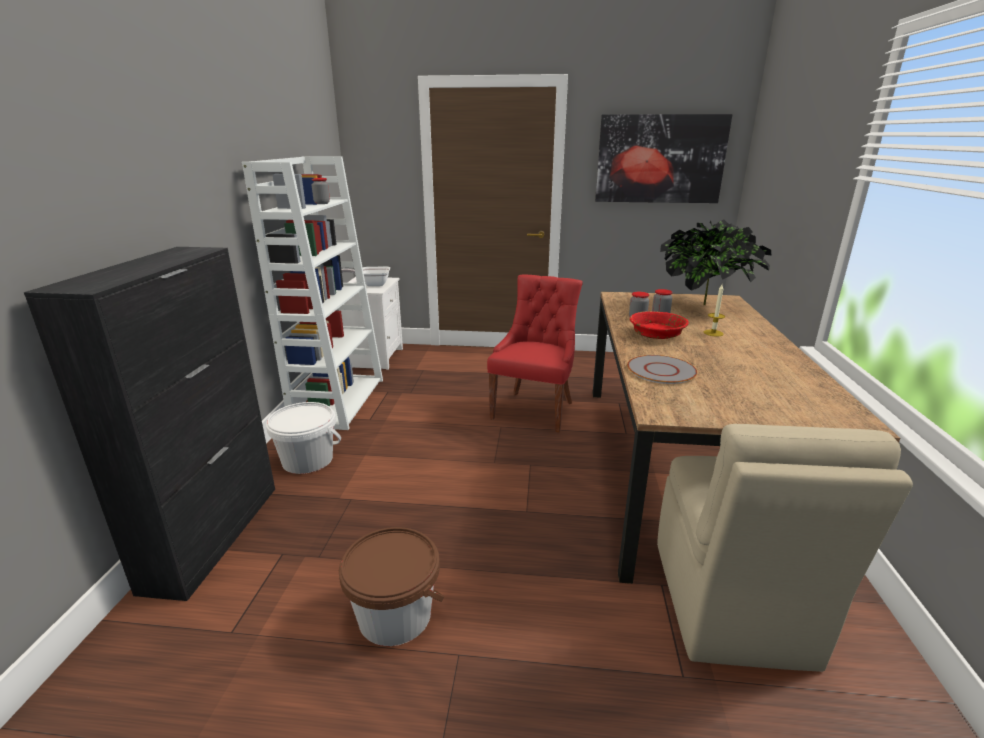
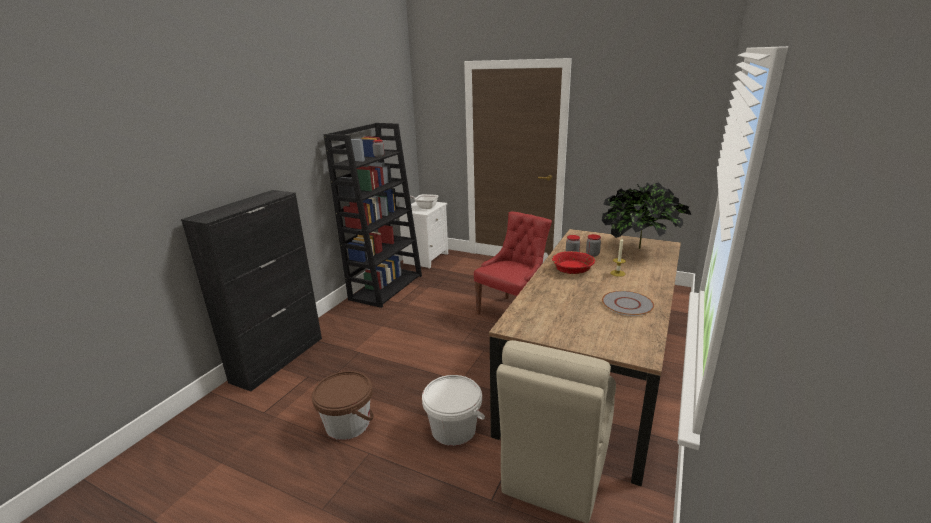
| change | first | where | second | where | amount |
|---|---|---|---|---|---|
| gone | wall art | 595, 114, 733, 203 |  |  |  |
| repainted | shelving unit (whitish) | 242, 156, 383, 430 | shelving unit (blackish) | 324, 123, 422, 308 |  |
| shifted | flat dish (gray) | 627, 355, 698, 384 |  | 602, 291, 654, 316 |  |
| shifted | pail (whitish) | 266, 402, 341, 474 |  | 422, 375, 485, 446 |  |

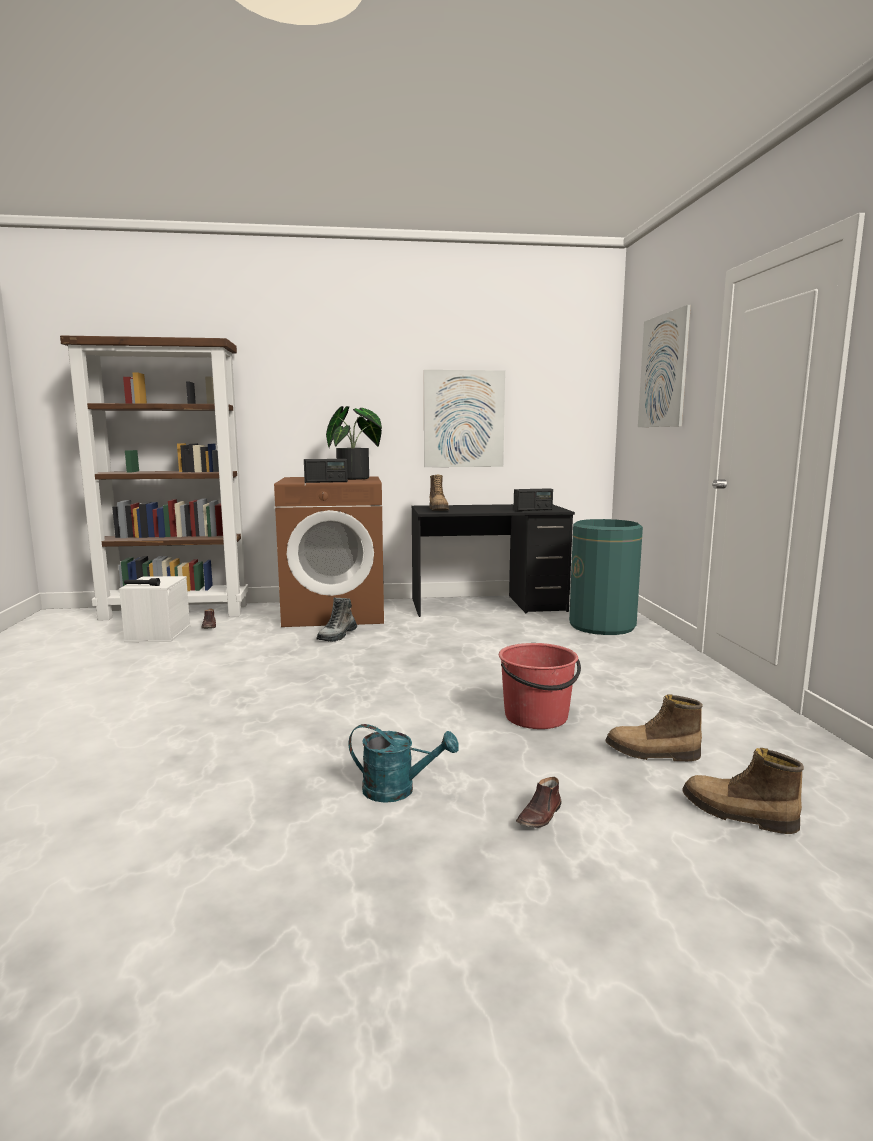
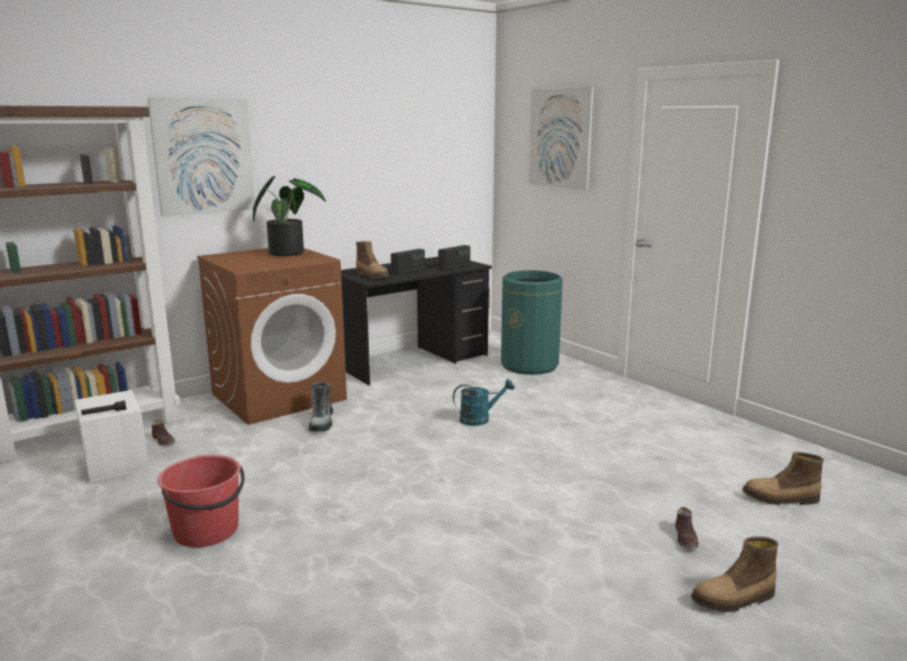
| change | first | where | second | where | amount |
|---|---|---|---|---|---|
| shifted | wall art | 424, 370, 505, 467 |  | 148, 97, 255, 217 |  |
| shifted | radio | 304, 459, 348, 483 |  | 391, 249, 425, 275 |  |
| shifted | pail (red) | 499, 643, 581, 729 |  | 157, 455, 245, 547 |  |
| shifted | tall boot | 605, 694, 703, 761 |  | 691, 536, 779, 612 |  |
| shifted | watering can (blue-green) | 349, 724, 459, 803 |  | 453, 379, 515, 426 |  |

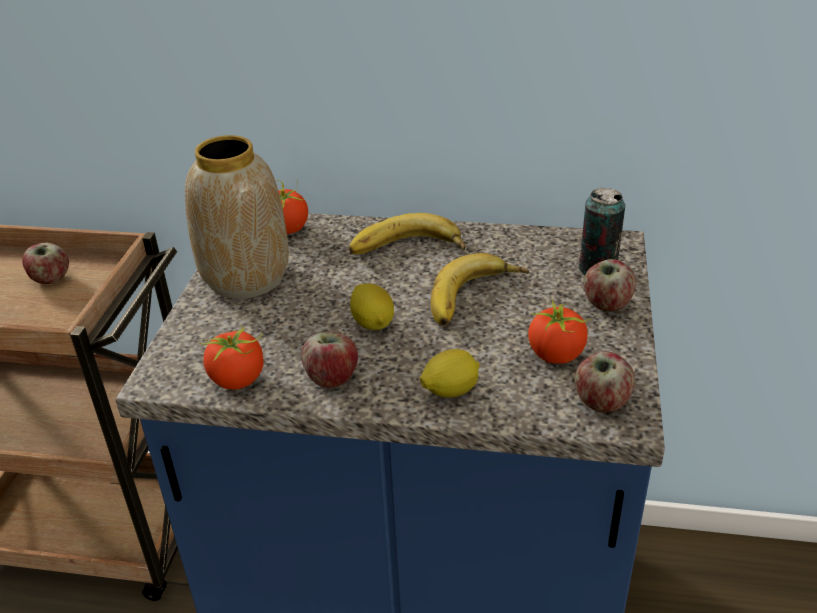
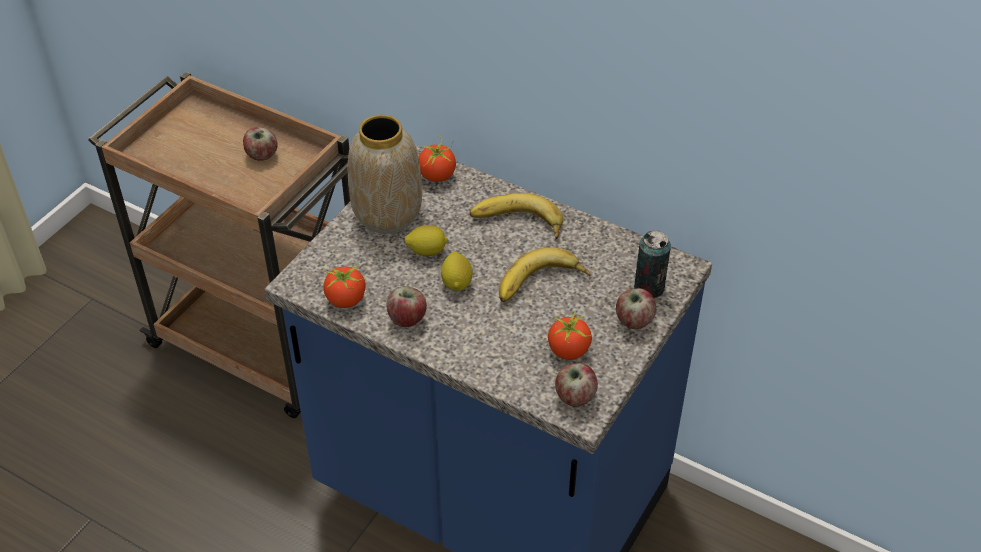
| change | first | where | second | where | amount |
|---|---|---|---|---|---|
| shifted | whole lemon | 420, 349, 480, 398 |  | 405, 225, 448, 256 |  |

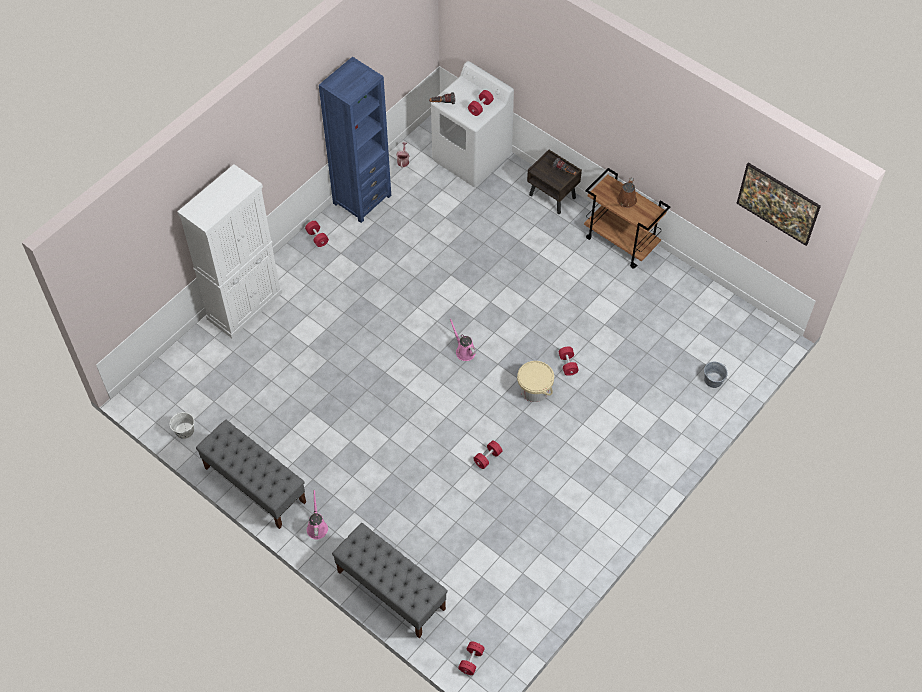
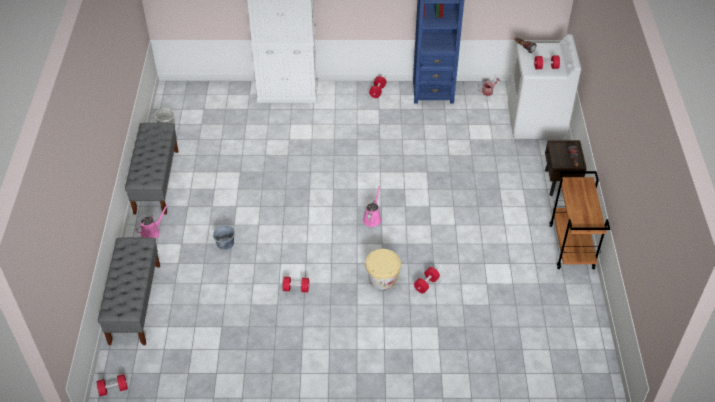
| change | first | where | second | where | amount |
|---|---|---|---|---|---|
| gone | wall art | 736, 163, 821, 246 |  |  |  |
| gone | watering can (brownish) | 617, 177, 637, 208 |  |  |  |
| shifted | pail (gray) | 704, 361, 728, 388 |  | 213, 225, 235, 250 |  |

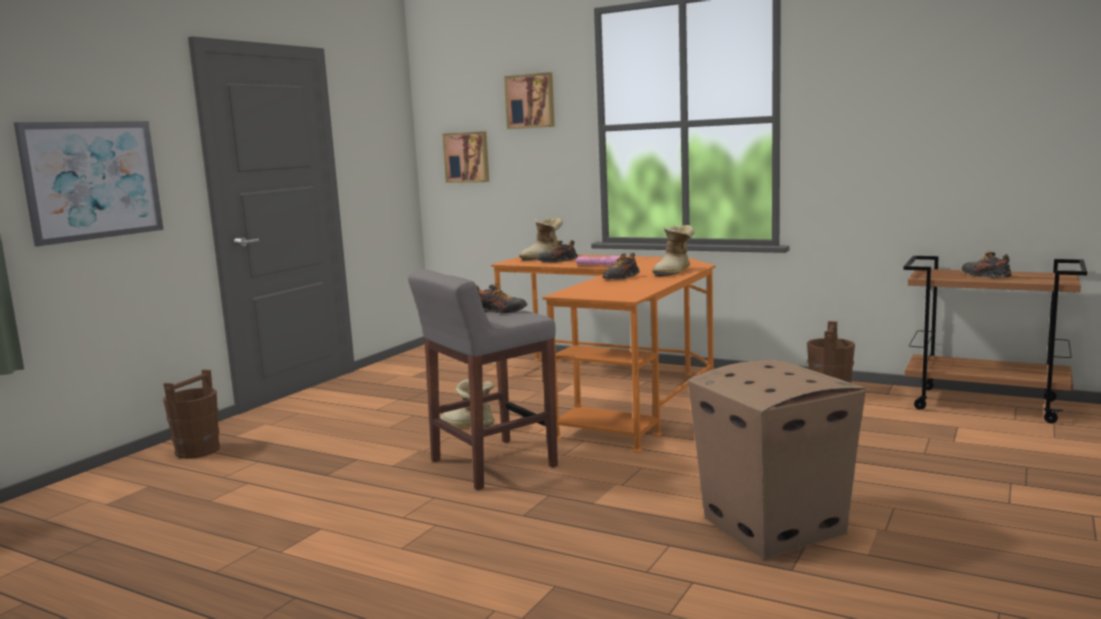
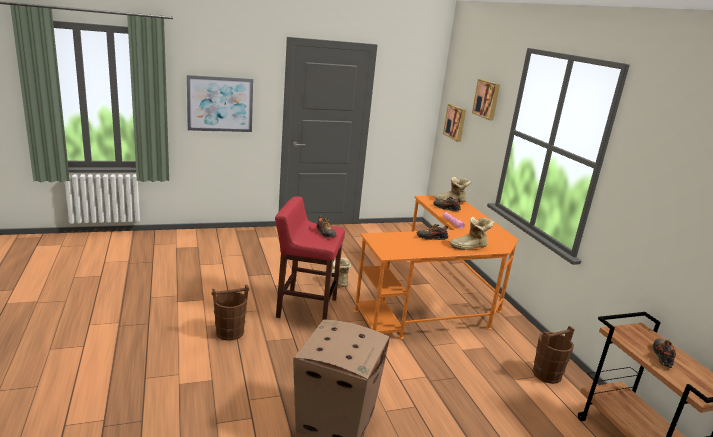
| change | first | where | second | where | amount |
|---|---|---|---|---|---|
| repainted | stool (gray) | 408, 269, 558, 490 | stool (red) | 275, 196, 345, 320 |  |
| shifted | pail (brownish) | 163, 369, 220, 459 |  | 212, 284, 249, 341 |  |

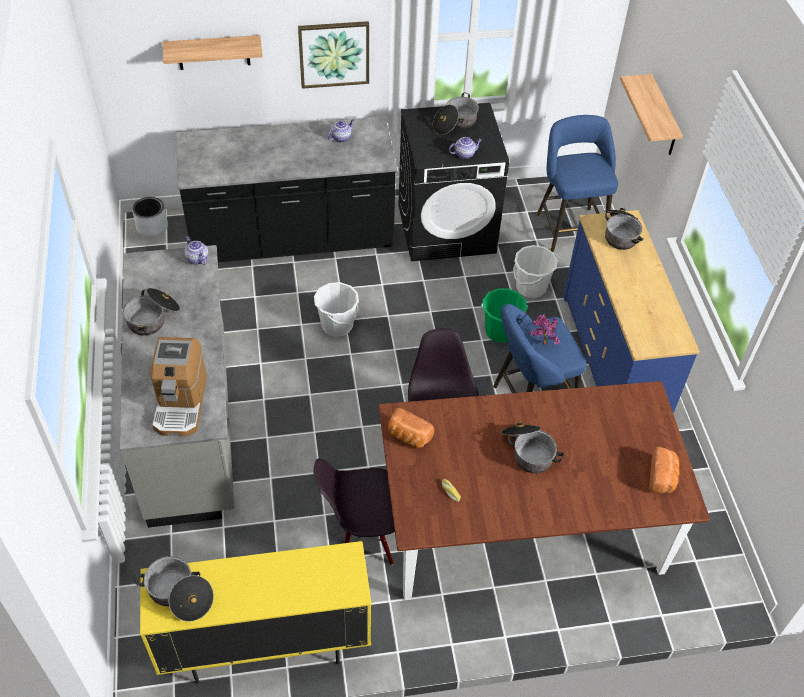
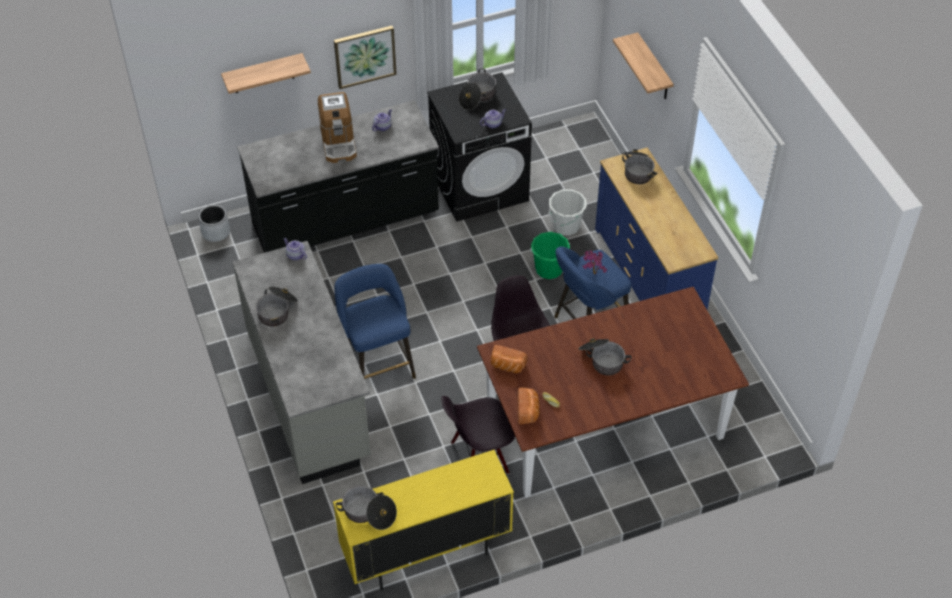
| change | first | where | second | where | amount |
|---|---|---|---|---|---|
| shifted | stool (blue) | 537, 115, 618, 252 |  | 334, 264, 416, 379 |  |
| gone | pail (whitish) | 314, 282, 359, 337 |  |  |  |
| shifted | coffee maker | 150, 337, 207, 436 |  | 318, 92, 357, 163 |  |
| shifted | bread | 649, 447, 679, 493 |  | 518, 387, 539, 425 |  |

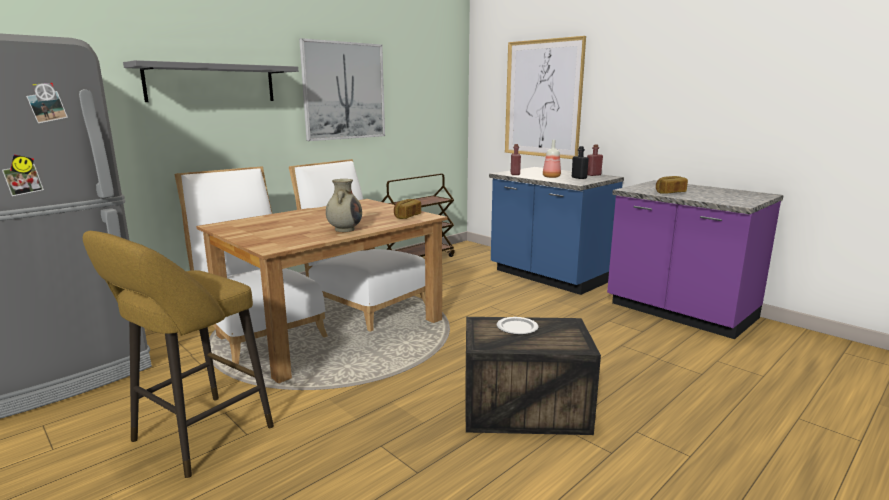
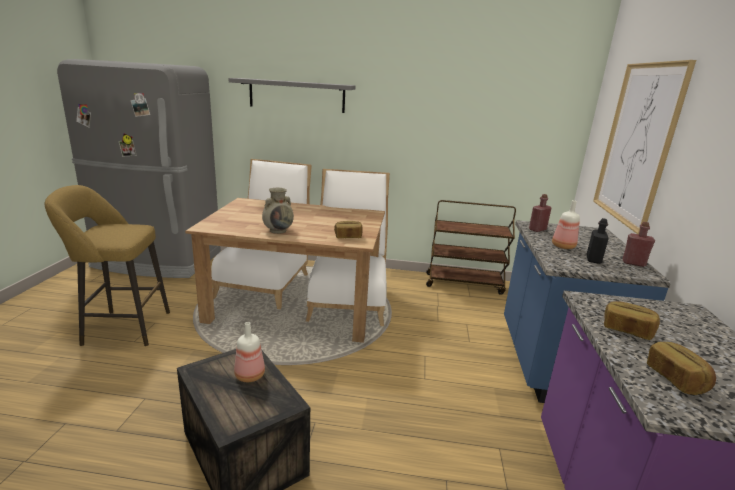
| change | first | where | second | where | amount |
|---|---|---|---|---|---|
| gone | wall art | 299, 38, 385, 141 |  |  |  |
| swapped | flat dish | 497, 317, 539, 335 | bottle | 234, 322, 265, 382 |  |
| new |  |  | bread | 647, 342, 716, 395 |  |

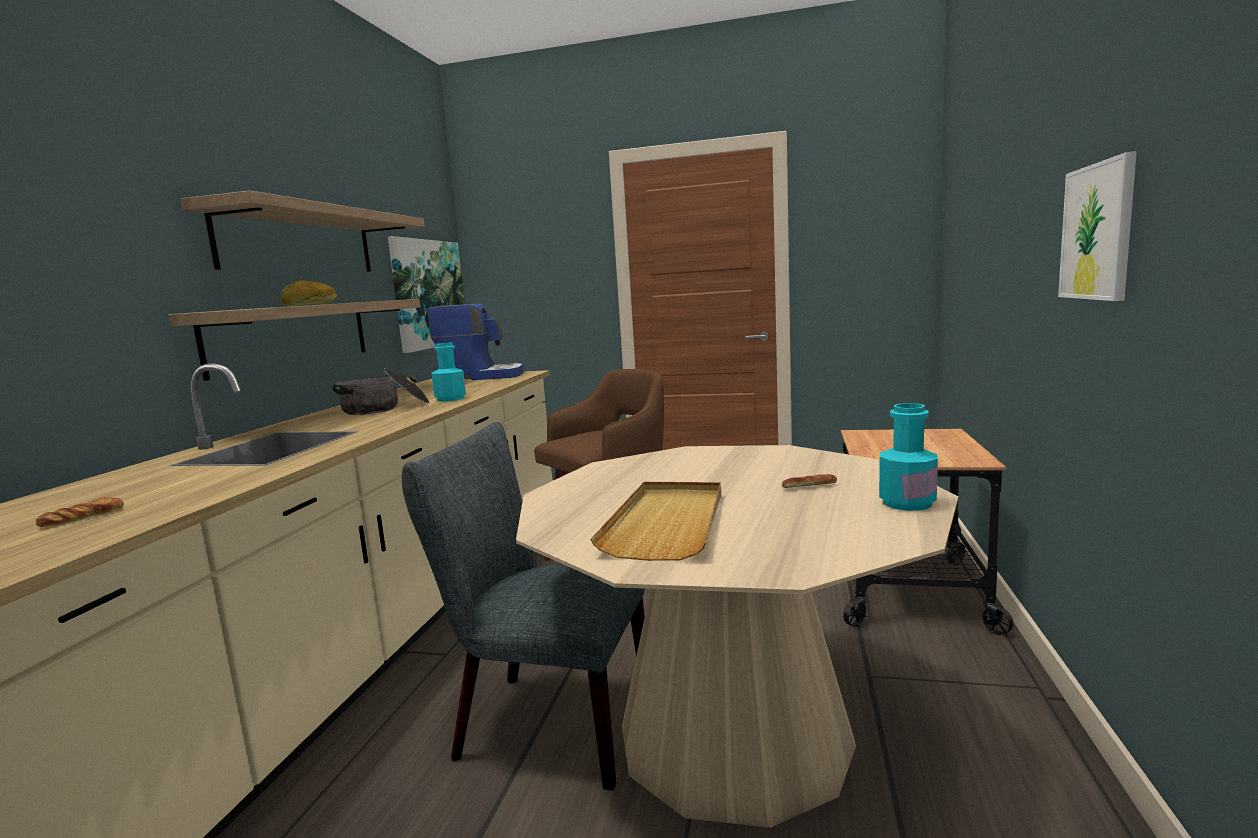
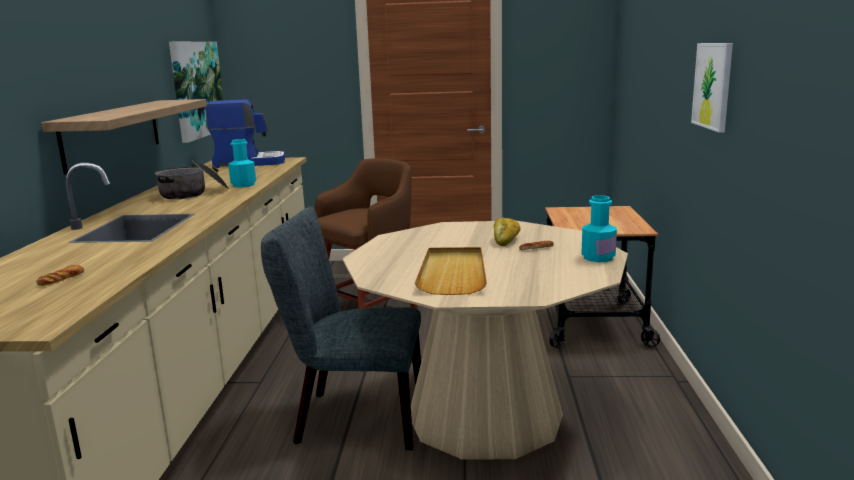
| change | first | where | second | where | amount |
|---|---|---|---|---|---|
| gone | wall shelf | 181, 190, 425, 272 |  |  |  |
| shifted | bread | 280, 280, 337, 306 |  | 494, 217, 521, 246 |  |

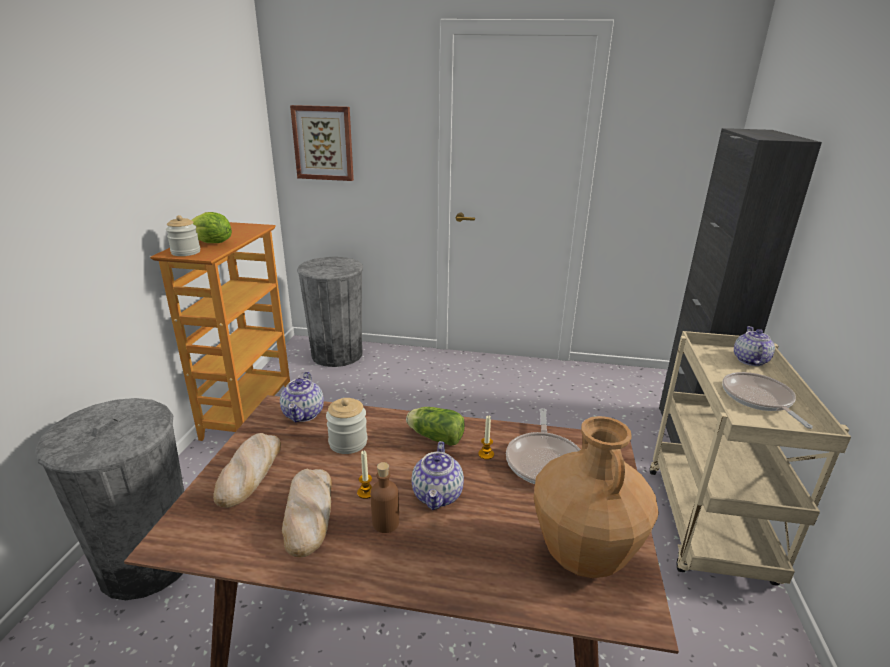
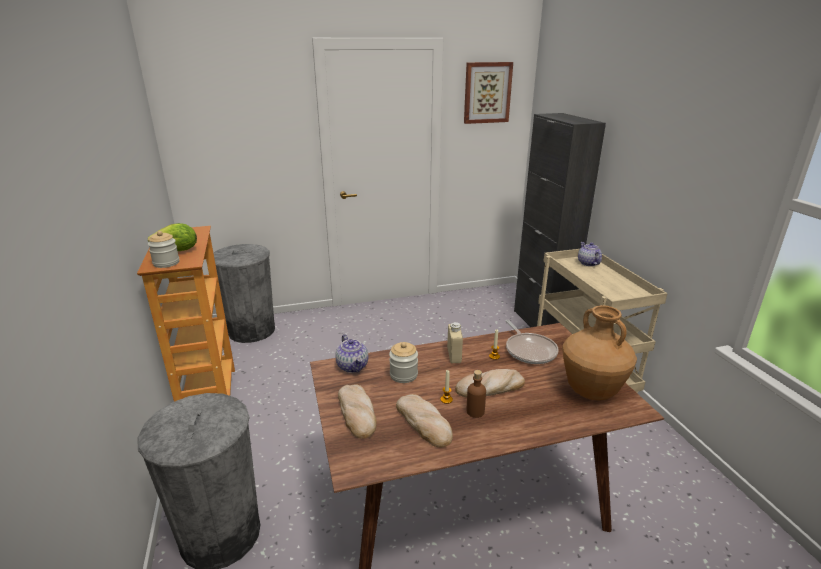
| change | first | where | second | where | amount |
|---|---|---|---|---|---|
| shifted | wall art | 290, 105, 354, 181 |  | 464, 62, 513, 124 |  |
| gone | frying pan | 722, 372, 813, 429 |  |  |  |
| swapped | head of lettuce | 406, 407, 465, 446 | bottle (beige-coloured) | 447, 322, 463, 363 |  |
| swapped | pot for tea | 412, 441, 464, 510 | bread | 455, 369, 525, 397 |  |

